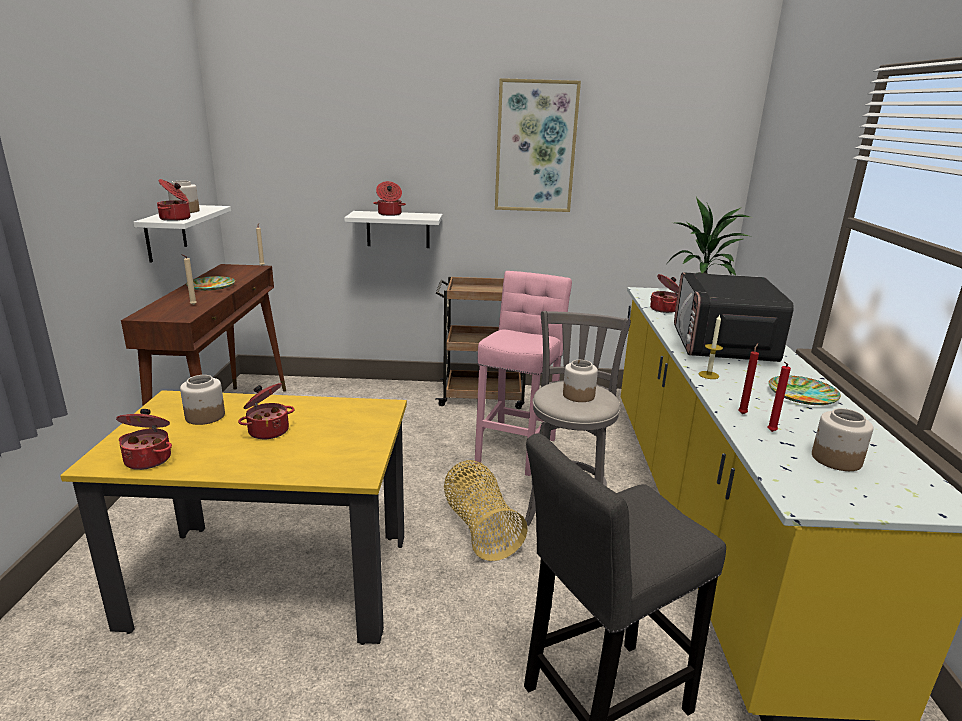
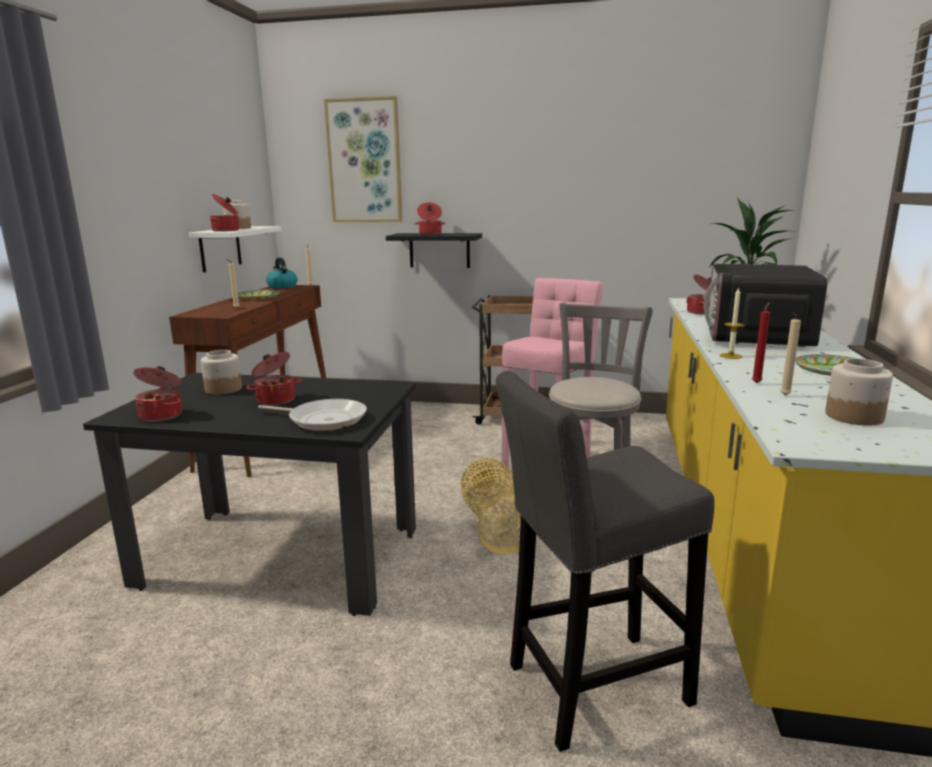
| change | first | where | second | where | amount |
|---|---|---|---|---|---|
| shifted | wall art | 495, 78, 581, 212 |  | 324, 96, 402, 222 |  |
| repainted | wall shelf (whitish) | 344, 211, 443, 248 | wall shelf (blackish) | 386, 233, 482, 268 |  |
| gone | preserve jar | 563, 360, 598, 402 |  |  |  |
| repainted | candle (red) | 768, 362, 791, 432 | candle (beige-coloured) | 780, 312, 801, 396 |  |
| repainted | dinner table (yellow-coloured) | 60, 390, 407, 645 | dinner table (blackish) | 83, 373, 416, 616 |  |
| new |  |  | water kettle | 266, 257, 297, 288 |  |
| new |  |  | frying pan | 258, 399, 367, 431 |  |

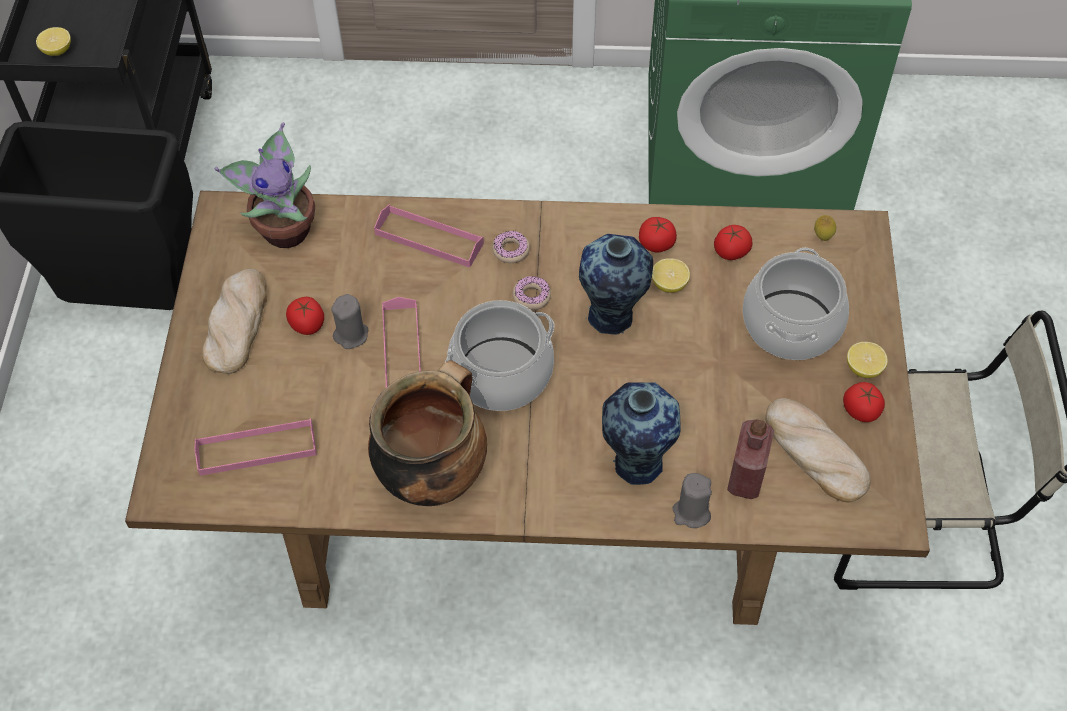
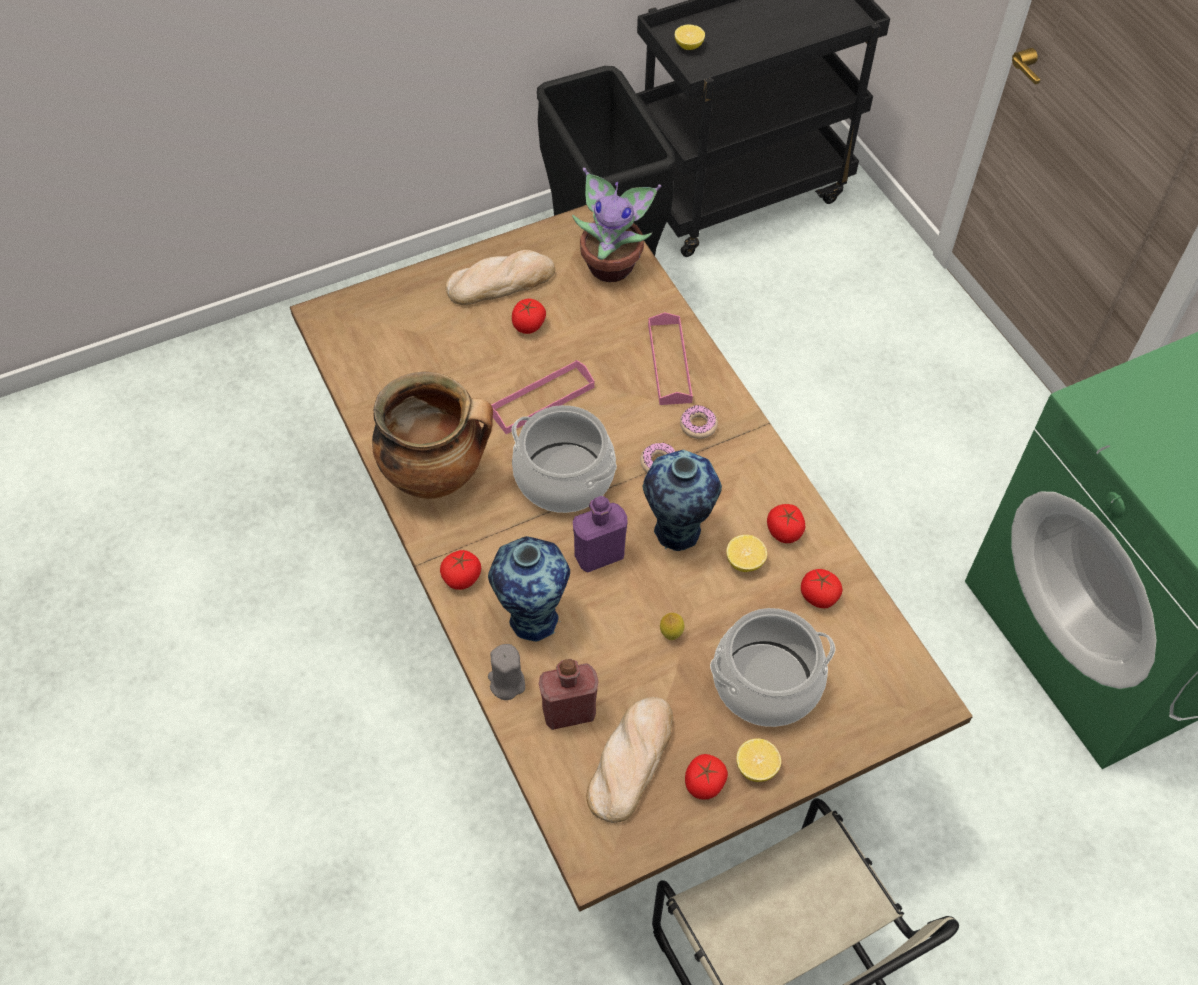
| change | first | where | second | where | amount |
|---|---|---|---|---|---|
| shifted | whole lemon | 814, 215, 836, 241 |  | 660, 613, 684, 640 |  |
| gone | candle (gray) | 331, 294, 368, 349 |  |  |  |
| gone | serving tray (pink-coloured) | 194, 418, 317, 476 |  |  |  |
| new |  |  | bottle (purple-coloured) | 573, 496, 627, 572 |  |
| new |  |  | whole tomato | 440, 550, 481, 590 |  |

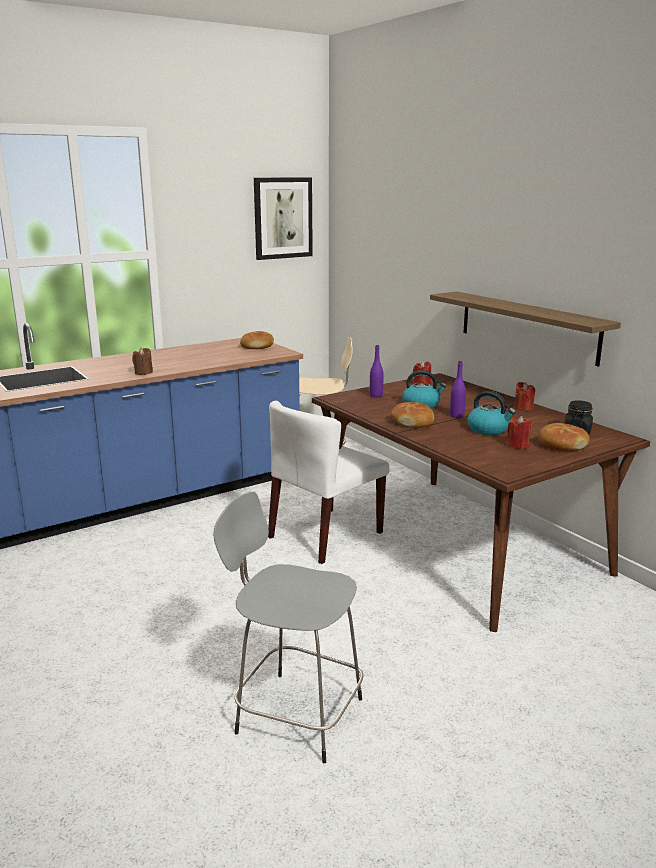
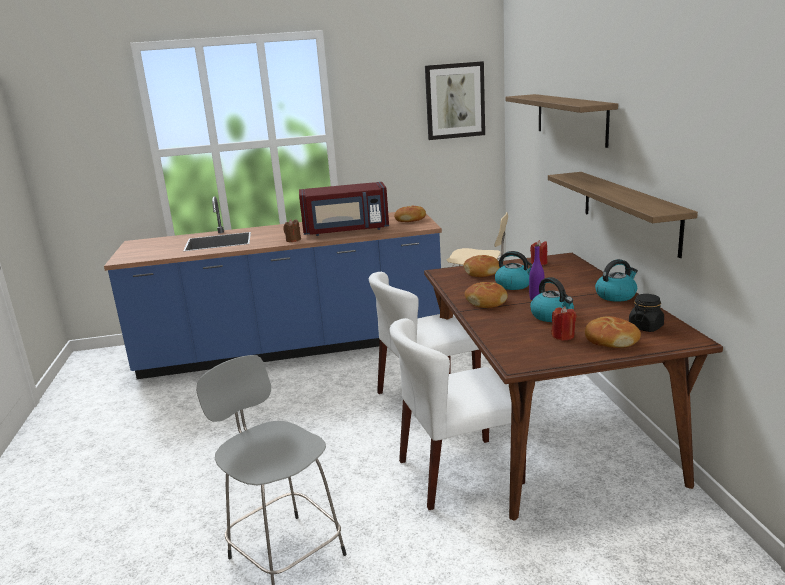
| change | first | where | second | where | amount |
|---|---|---|---|---|---|
| swapped | bottle (purple-coloured) | 370, 345, 384, 398 | bread | 464, 255, 500, 277 |  |
| swapped | candle (red) | 514, 382, 535, 411 | water kettle | 595, 259, 638, 302 |  |
| new |  |  | wall shelf | 505, 94, 618, 148 |  |
| new |  |  | microwave (red) | 299, 182, 389, 236 |  |
| new |  |  | chair (whitish) | 389, 318, 531, 510 |  |

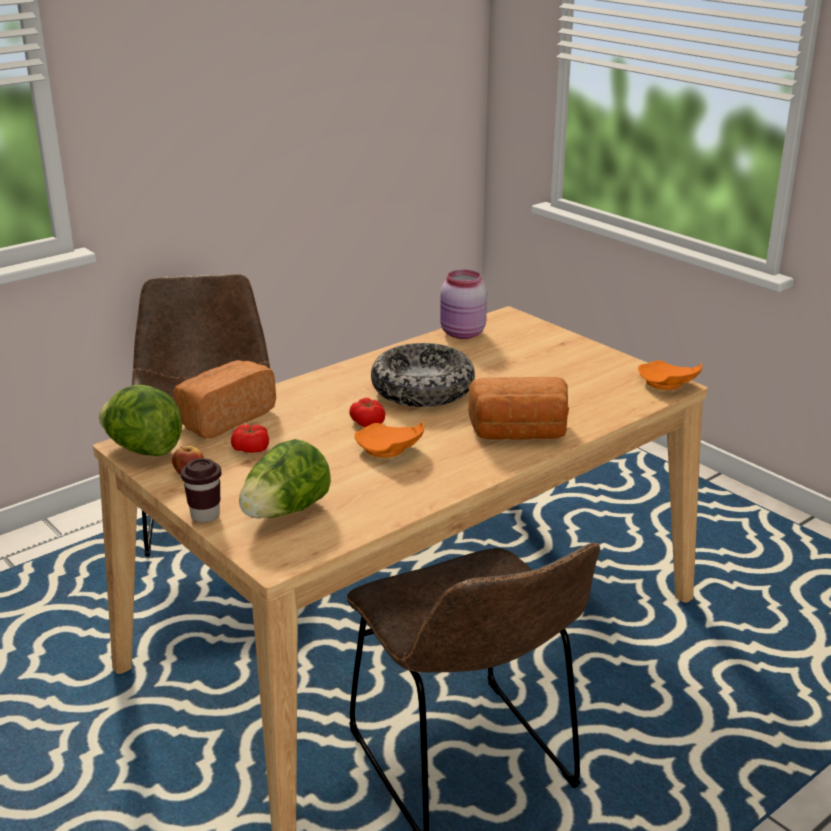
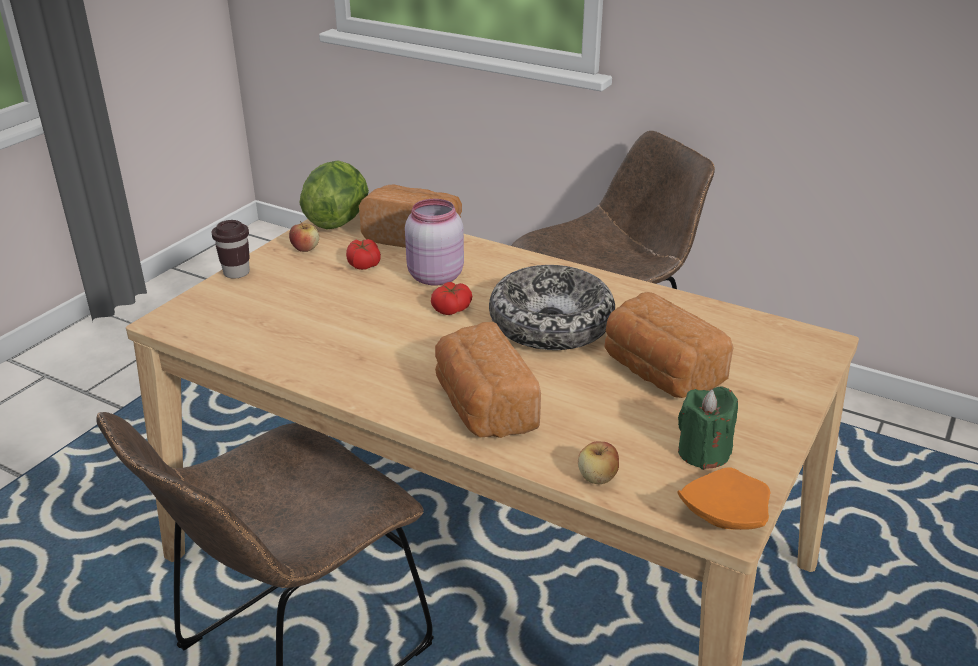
| change | first | where | second | where | amount |
|---|---|---|---|---|---|
| shifted | preserve jar (pink-coloured) | 440, 270, 487, 339 |  | 405, 199, 464, 286 |  |
| gone | flat dish (orange) | 354, 422, 424, 458 |  |  |  |
| gone | head of lettuce | 239, 439, 331, 519 |  |  |  |
| new |  |  | bread | 605, 292, 734, 398 |  |
| new |  |  | candle (greenish) | 678, 386, 738, 470 |  |
| new |  |  | apple fruit | 578, 442, 619, 484 |  |

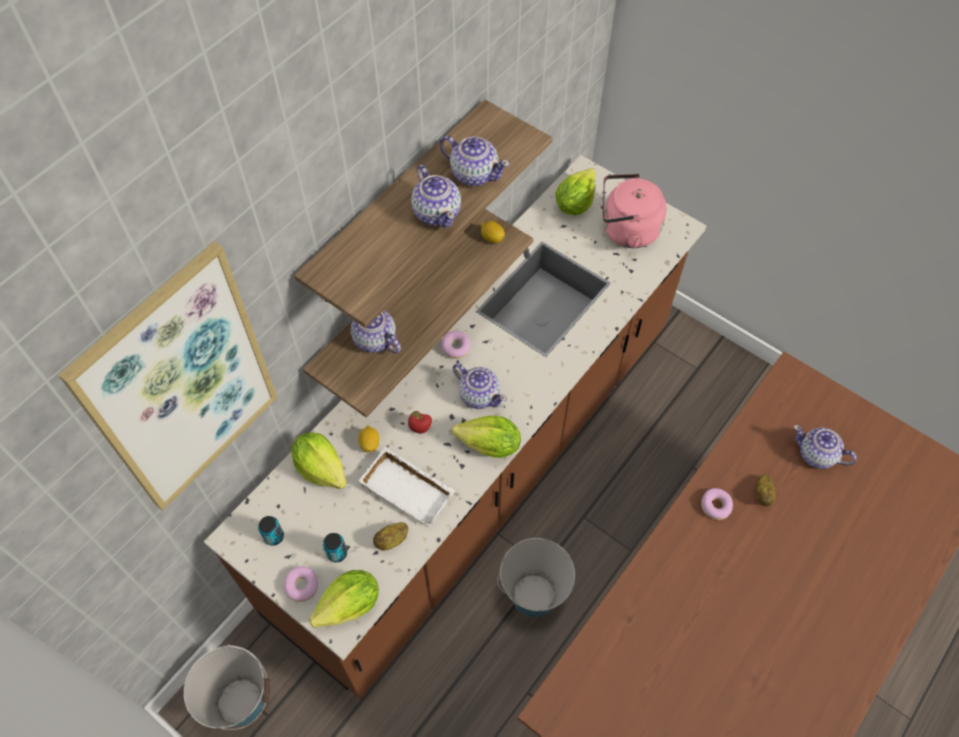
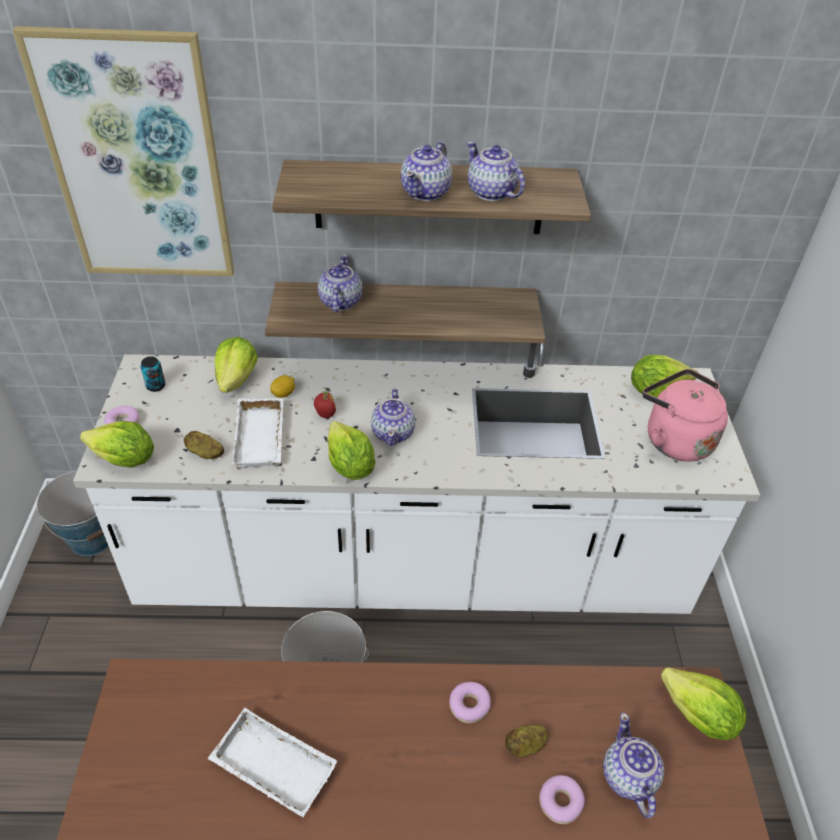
| change | first | where | second | where | amount |
|---|---|---|---|---|---|
| rotated | pot for tea | 439, 135, 510, 186 |  | 467, 142, 525, 201 | 150 degrees clockwise |
| repainted | kitchen base unit (brownish) | 204, 155, 707, 699 | kitchen base unit (whitish) | 73, 327, 760, 614 |  |
| gone | whole lemon | 481, 221, 505, 243 |  |  |  |
| shifted | donut | 441, 331, 470, 359 |  | 539, 775, 585, 824 |  |
| gone | can | 323, 533, 347, 562 |  |  |  |
| new |  |  | head of lettuce | 661, 667, 746, 740 |  |
| new |  |  | serving tray (whitish) | 208, 708, 337, 817 |  |

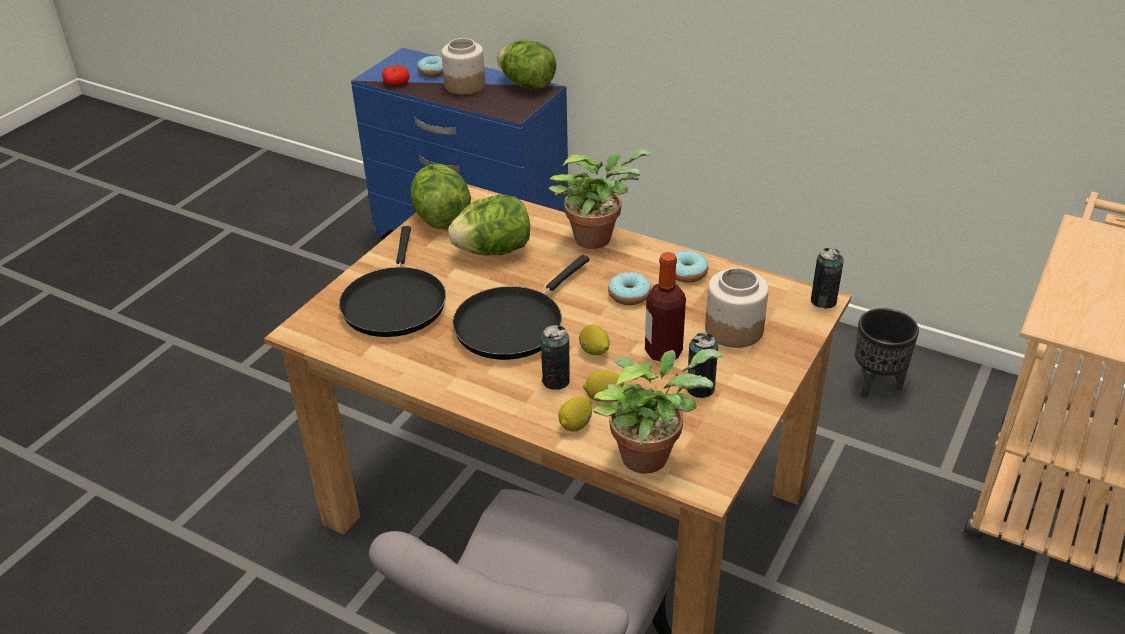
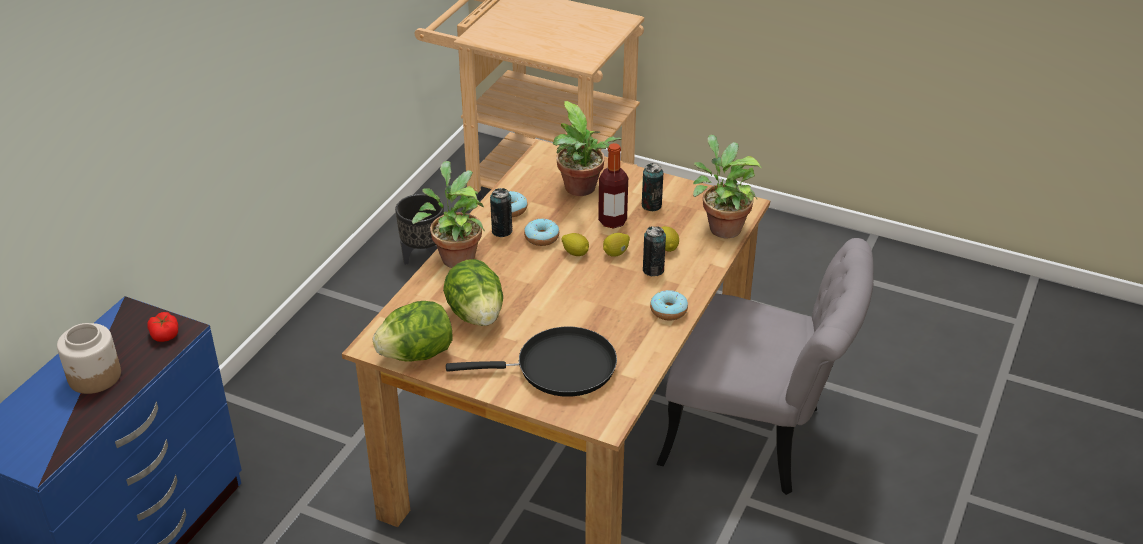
| change | first | where | second | where | amount |
|---|---|---|---|---|---|
| gone | head of lettuce | 497, 40, 557, 89 |  |  |  |
| shifted | donut | 417, 55, 443, 77 |  | 650, 290, 688, 321 |  |
| shifted | whole tomato | 382, 65, 409, 85 |  | 147, 312, 178, 342 |  |
| shifted | can | 811, 248, 844, 309 |  | 490, 188, 512, 237 |  |
| gone | frying pan (blackish) | 452, 255, 589, 360 |  |  |  |
| swapped | preserve jar | 705, 267, 769, 348 | houseplant | 553, 101, 622, 196 |  |
| shifted | whole lemon | 558, 397, 592, 432 |  | 562, 233, 589, 256 |  |

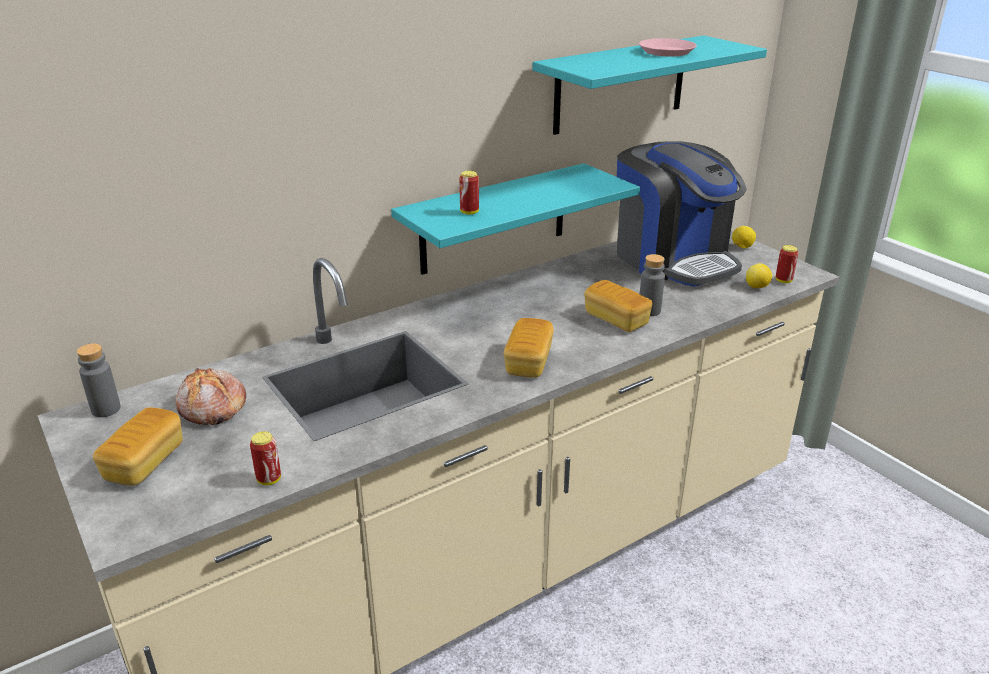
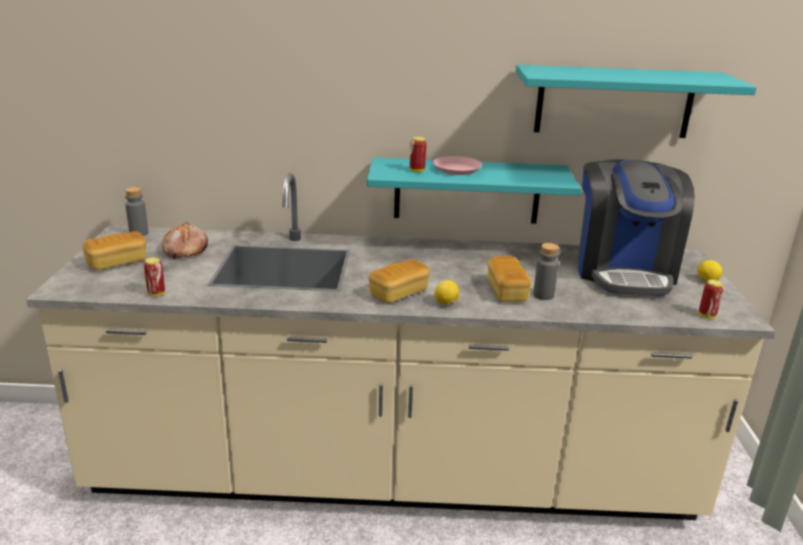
| change | first | where | second | where | amount |
|---|---|---|---|---|---|
| shifted | flat dish (pink-coloured) | 639, 38, 697, 57 |  | 433, 156, 482, 175 |  |
| shifted | whole lemon | 746, 263, 772, 288 |  | 434, 280, 459, 305 |  |

